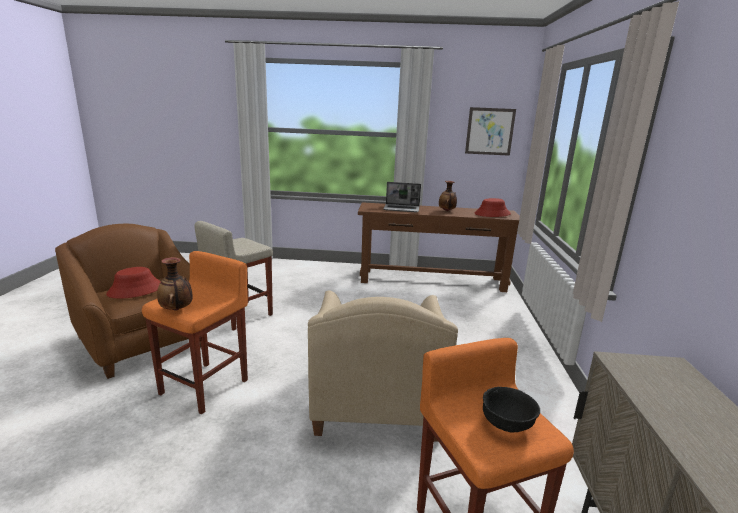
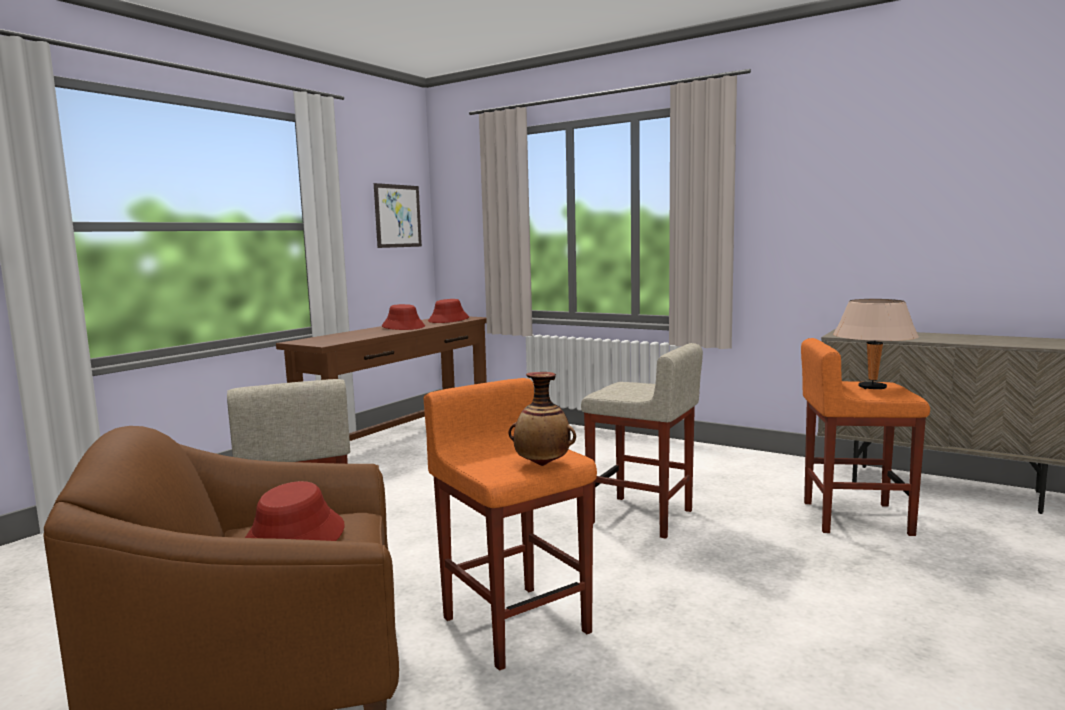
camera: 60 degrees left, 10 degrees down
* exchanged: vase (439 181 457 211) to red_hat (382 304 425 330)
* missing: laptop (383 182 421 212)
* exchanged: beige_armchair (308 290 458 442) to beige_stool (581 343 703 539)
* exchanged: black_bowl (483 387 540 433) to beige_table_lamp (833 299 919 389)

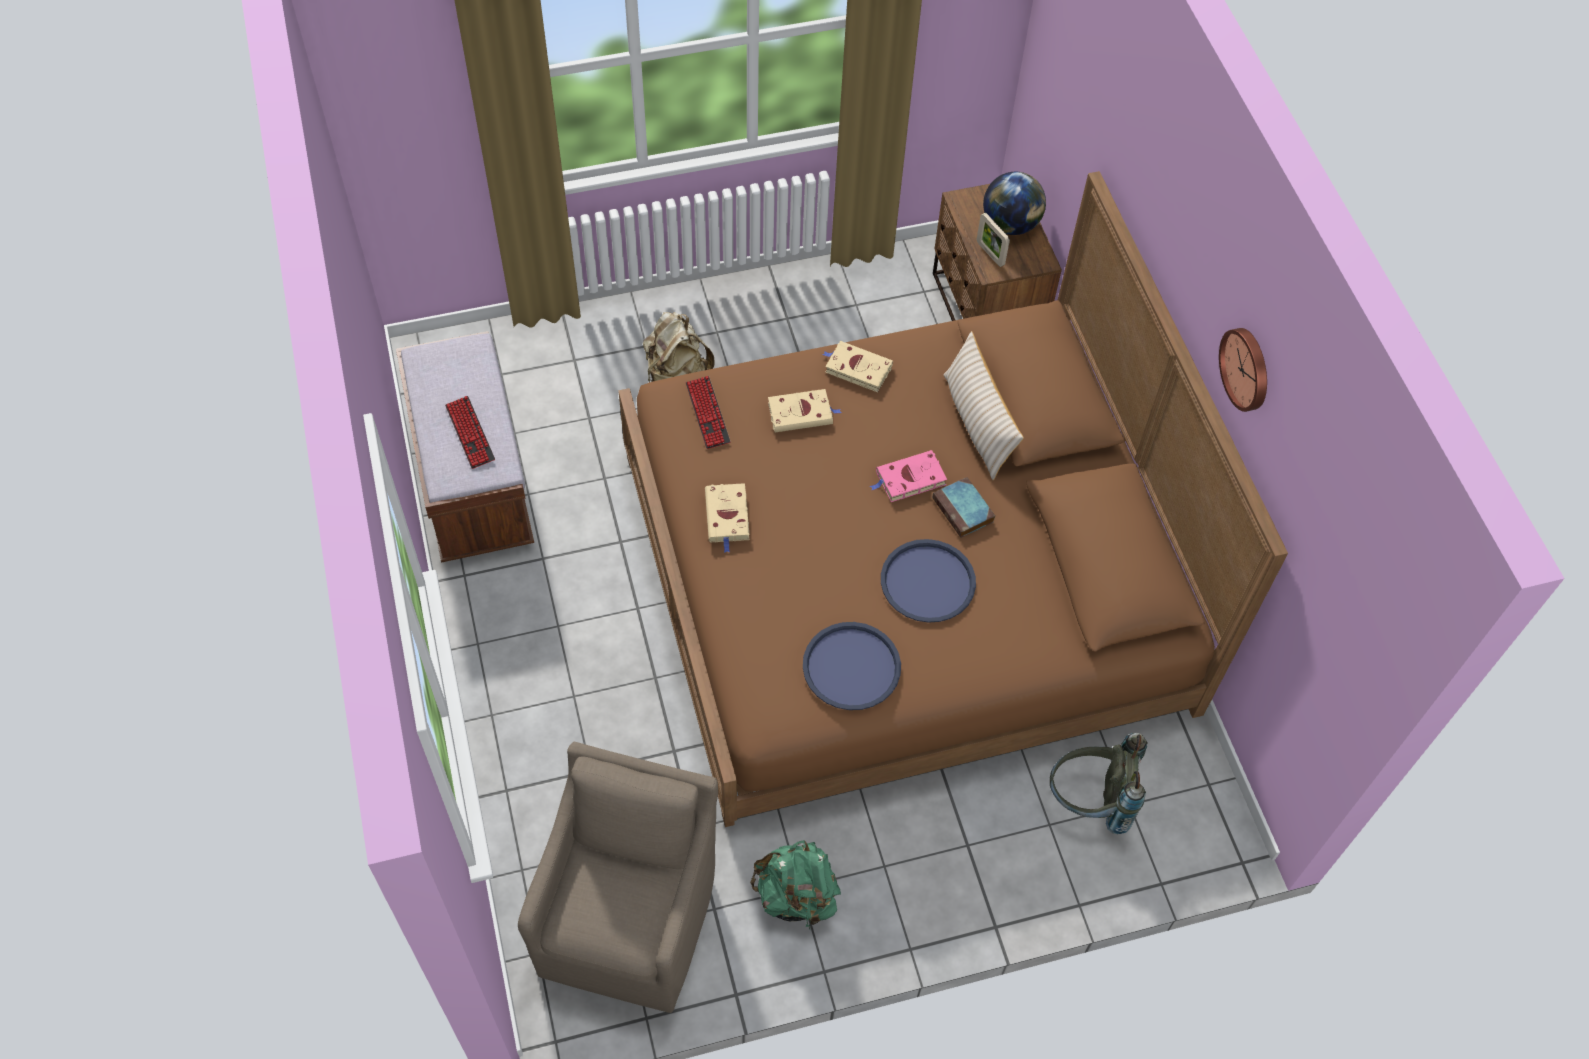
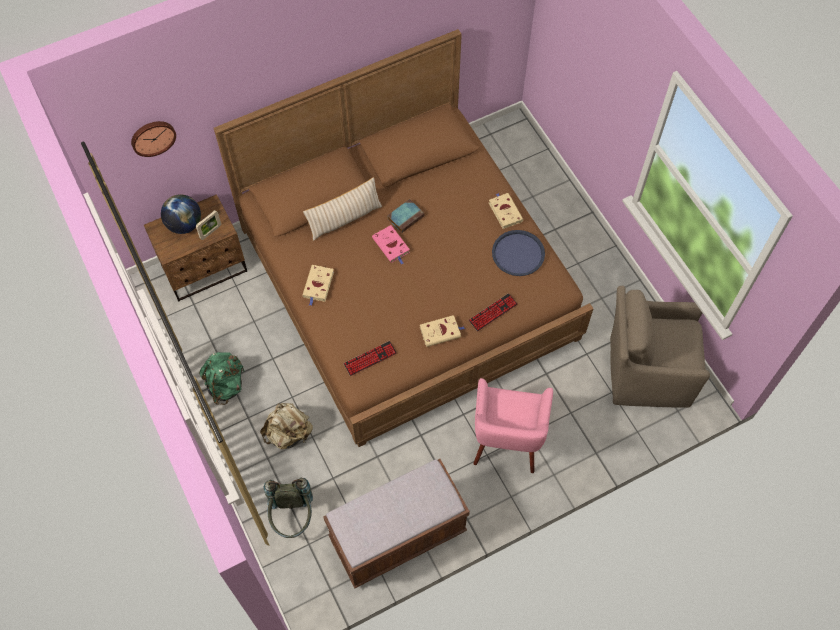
camera: 100 degrees left, 5 degrees up
* relocated: wall_clock (1219 328 1267 412) to (131 121 176 157)
* relocated: beige_book (768 389 841 432) to (489 193 523 229)
* relocated: keyboard (445 396 495 469) to (469 293 518 331)
* missing: blue_tray (881 539 976 623)
* relocated: grey_backpack (1050 733 1148 834) to (264 477 313 538)
* relocated: green_backpack (750 840 841 929) to (199 352 245 405)
* appeared: pink_armchair (474 378 553 473)

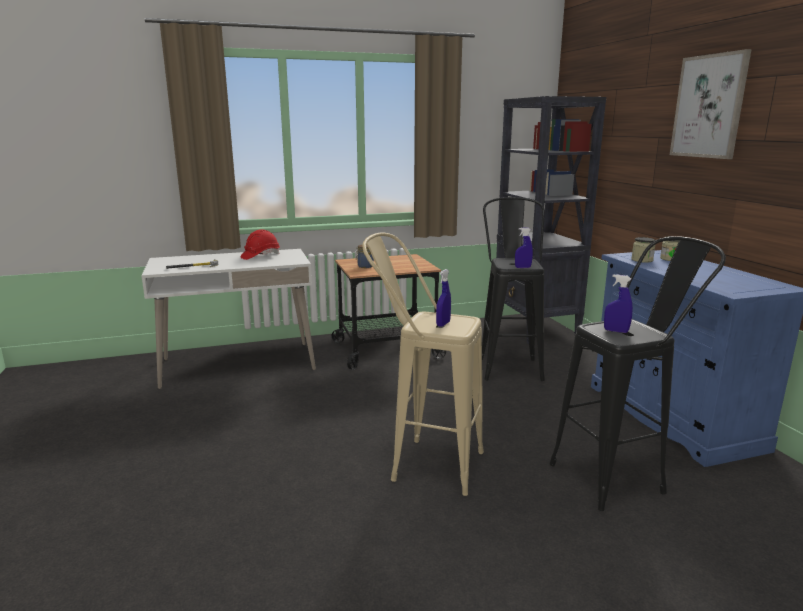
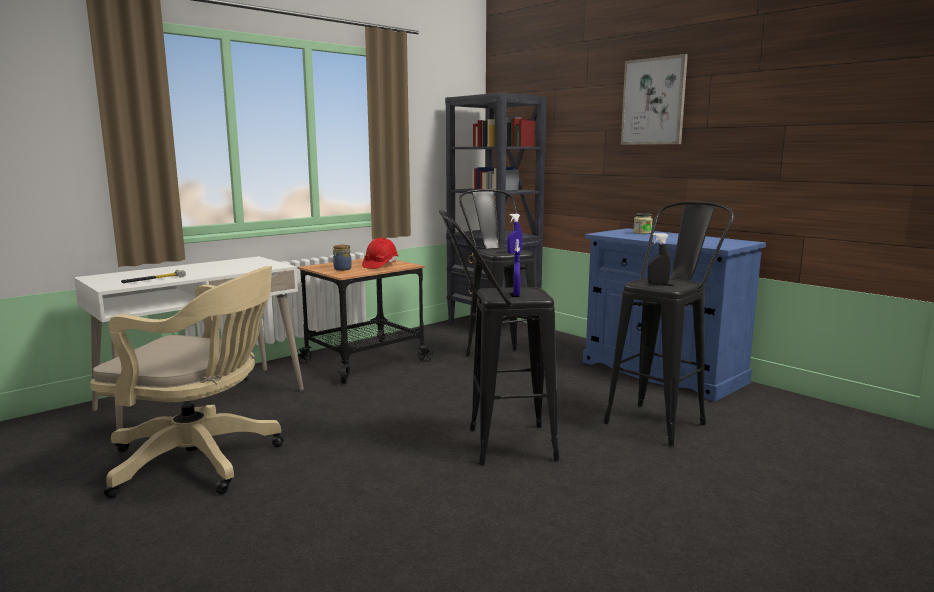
camera: 25 degrees left, 5 degrees down
* relocated: red_hard_hat (241 229 280 260) to (362 238 398 269)
* colour: beige_stool (362 233 484 496) to black_stool (439 210 559 465)
* missing: jar (631 237 655 263)
* colour: blue_spray_bottle (604 274 633 333) to black_spray_bottle (648 233 671 285)
* appeared: beige_office_chair (90 266 283 498)

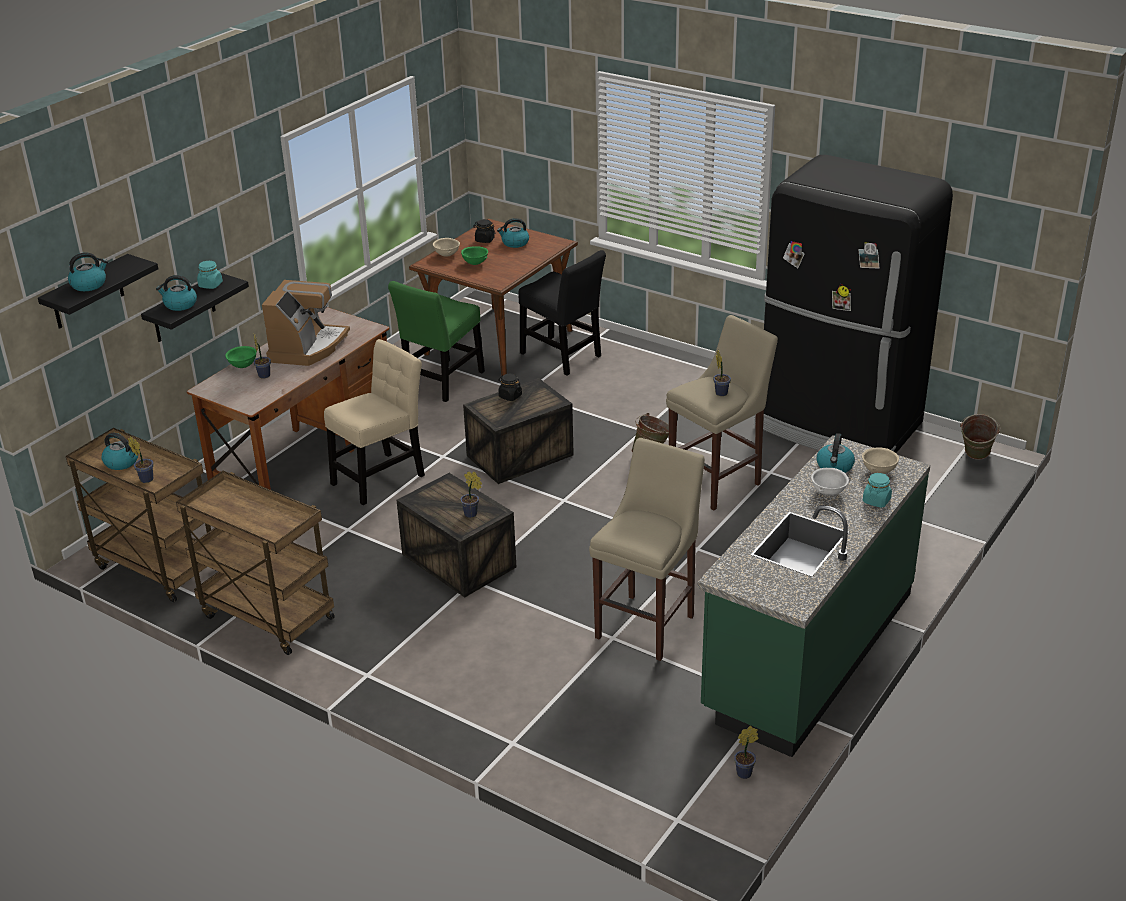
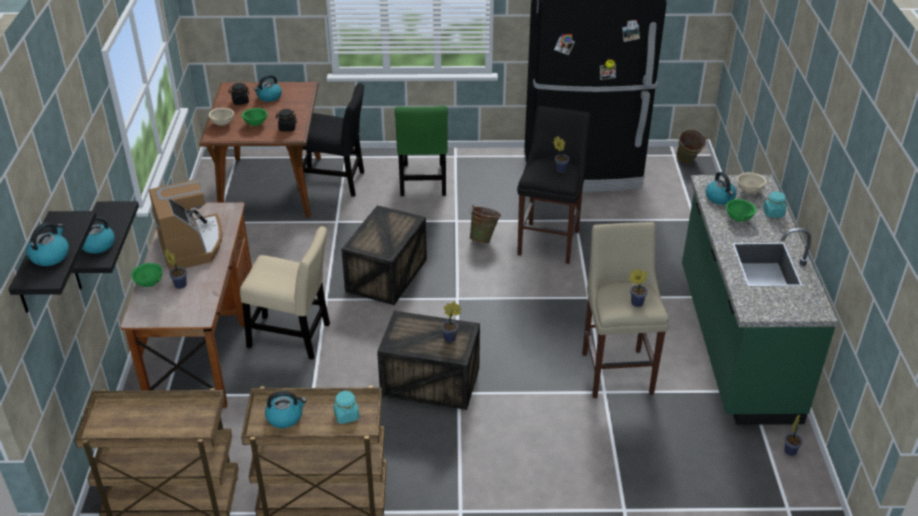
camera: 35 degrees left, 5 degrees up
* relocated: turquoise_jar (197 261 223 289) to (334 390 359 424)
* relocated: green_chair (388 281 485 402) to (395 106 448 196)
* colour: beige_stool (666 315 778 510) to black_stool (517 106 590 264)
* spun: beige_chair (324 339 425 505) = (240 226 330 360) 90 degrees clockwise
* relocated: black_jar (498 374 522 401) to (275 109 297 132)
* relocated: kettle (102 433 138 470) to (265 391 307 428)
* relocated: potted_plant (128 436 154 483) to (629 269 648 307)
* colour: white_bowl (811 468 849 496) to green_bowl (726 199 757 222)

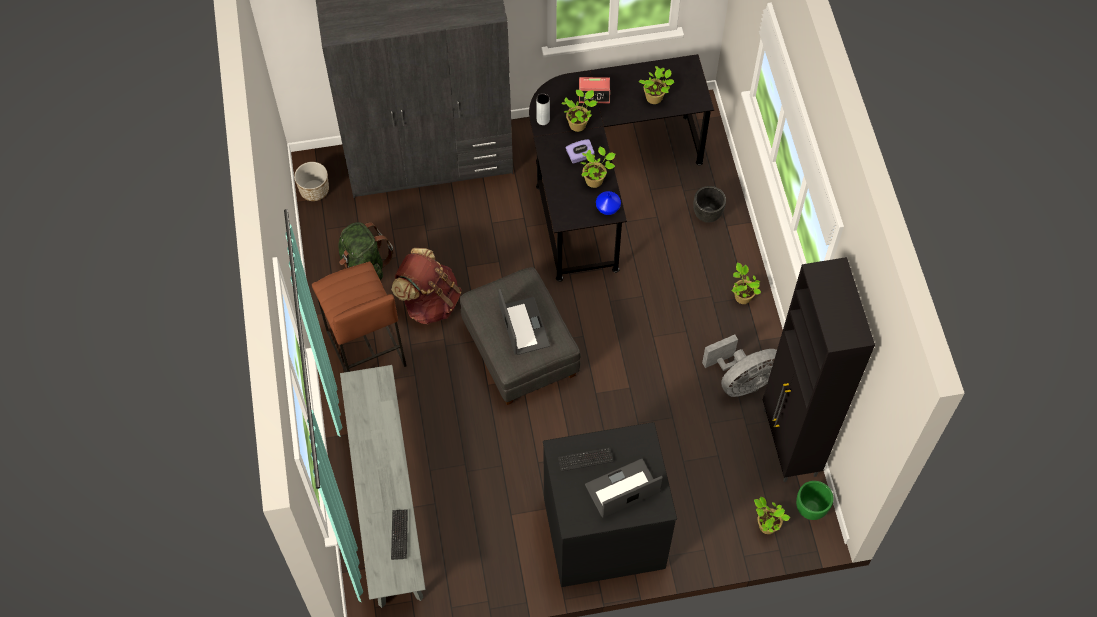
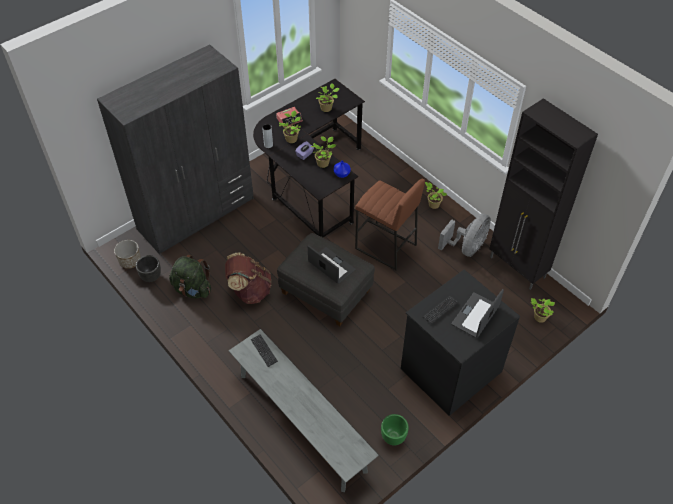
camera: 30 degrees left, 10 degrees down
* relocated: black_planter (693 186 726 222) to (136 255 161 282)
* relocated: brown_stool (312 262 406 372) to (355 179 425 270)
* relocated: green_planter (796 481 834 520) to (381 414 409 445)
* relocated: keyboard (391 509 408 560) to (251 334 278 367)

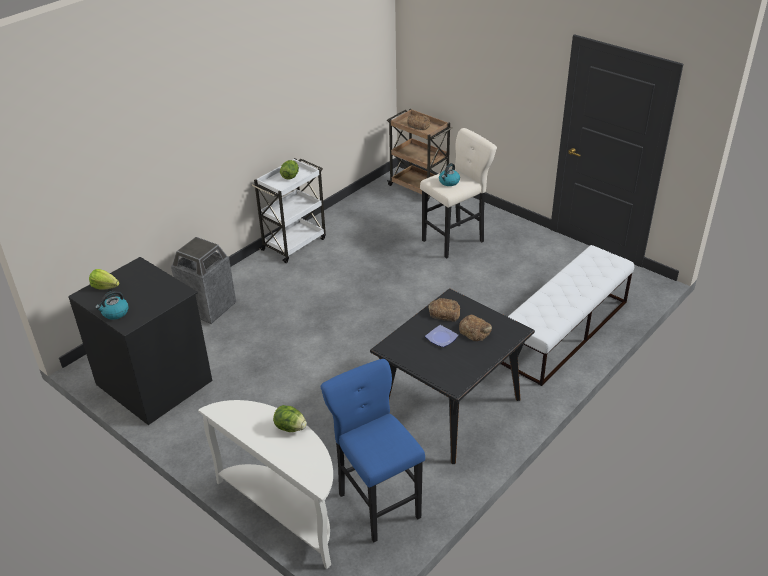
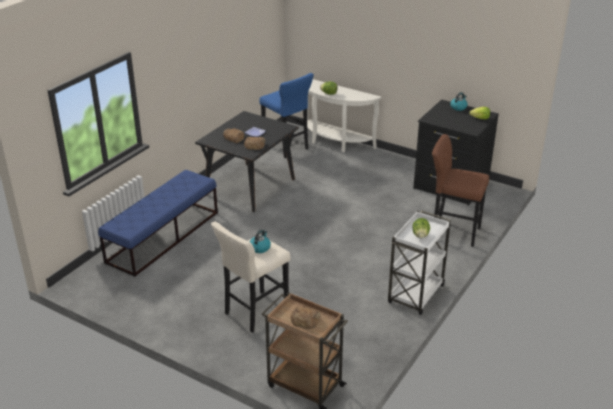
camera: 170 degrees right, 5 degrees down
* exchanged: trash_can (171 237 236 324) to brown_stool (432 134 489 247)
* colour: white_bench (501 245 634 386) to blue_bench (98 170 218 277)

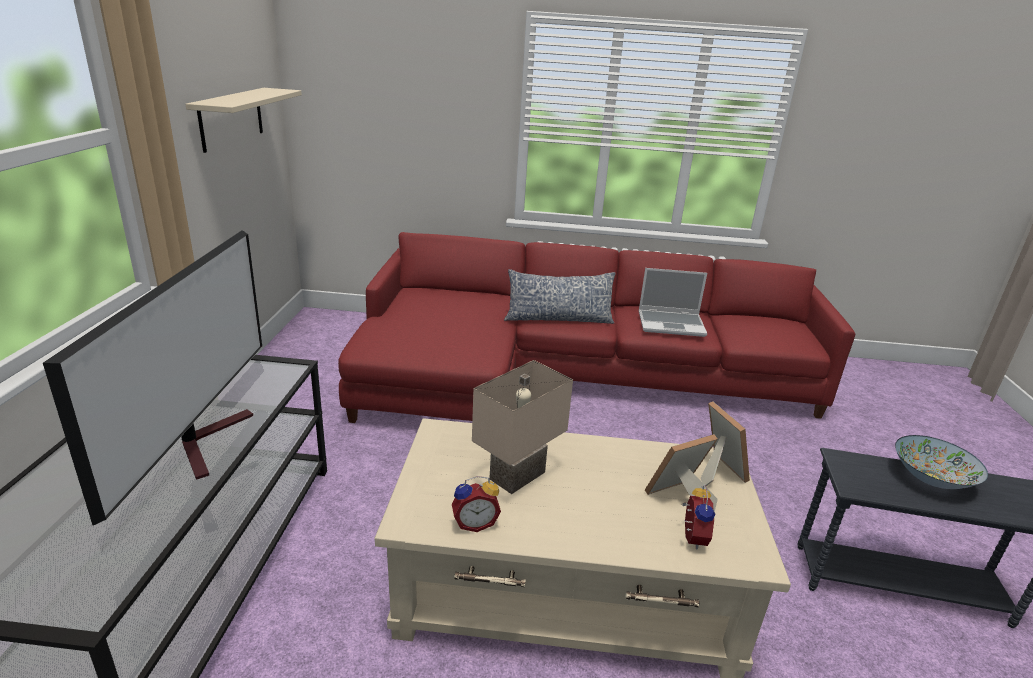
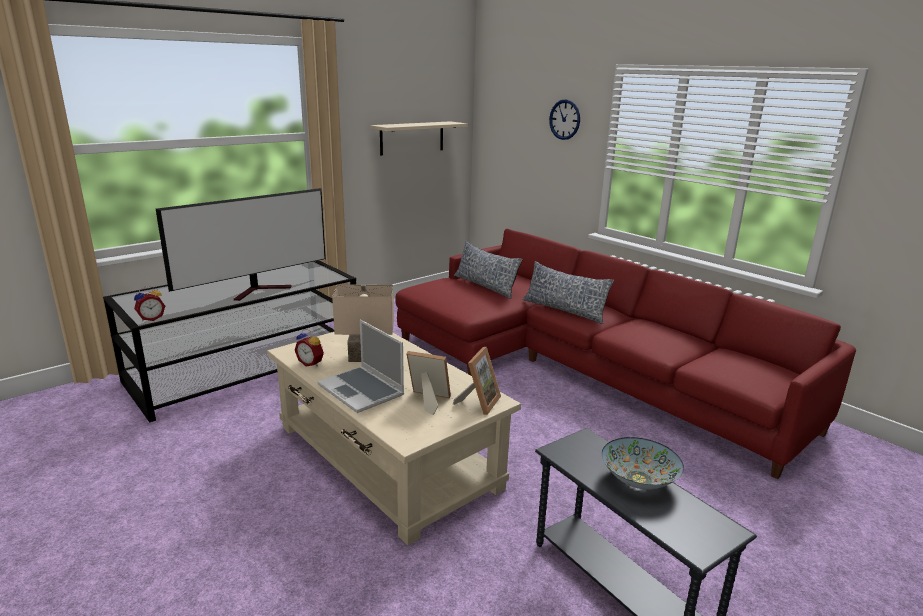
camera: 45 degrees right, 5 degrees down
* relocated: laptop (639 268 707 337) to (317 320 404 413)
* relocated: alarm_clock (682 484 715 549) to (134 286 165 321)
* appeared: wall_clock (549 99 580 140)
* appeared: pillow (454 241 523 299)

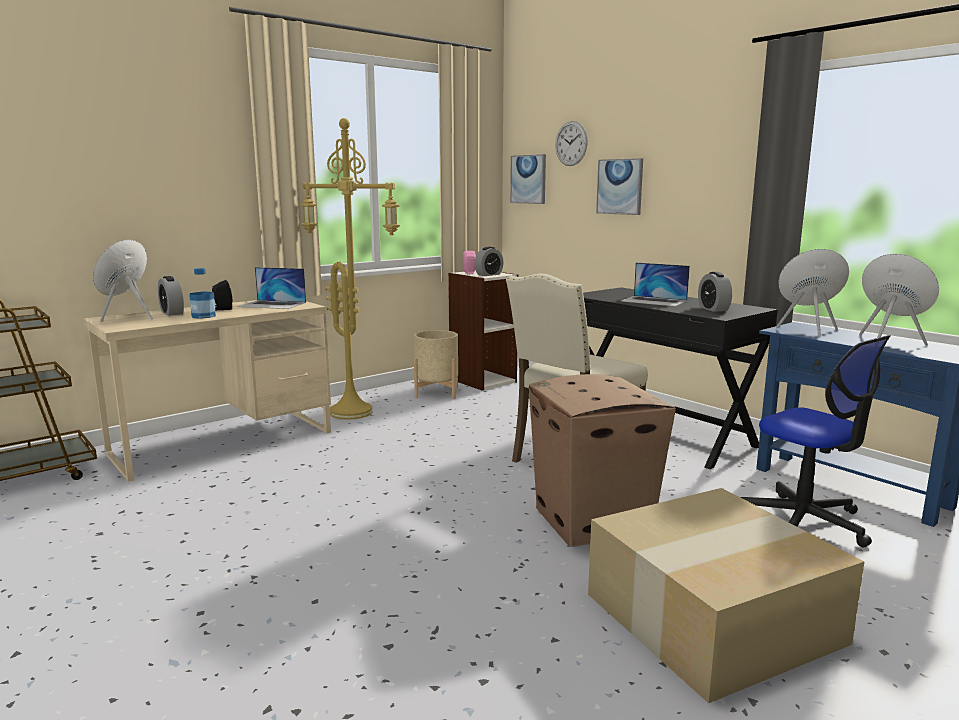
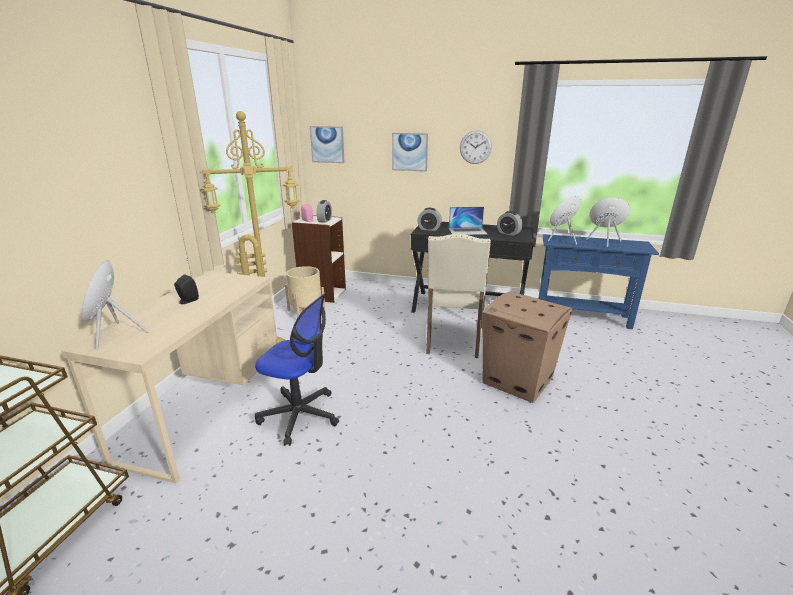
camera: 35 degrees left, 10 degrees up
* relocated: wall_clock (555 121 588 166) to (460 130 492 164)
* missing: laptop (238 267 306 309)
* missing: bottle (189 268 216 319)
* relocated: alarm_clock (158 276 184 316) to (417 208 442 231)
* relocated: office_chair (740 335 890 548) to (255 293 339 446)
* missing: cardboard_box (588 488 864 703)

